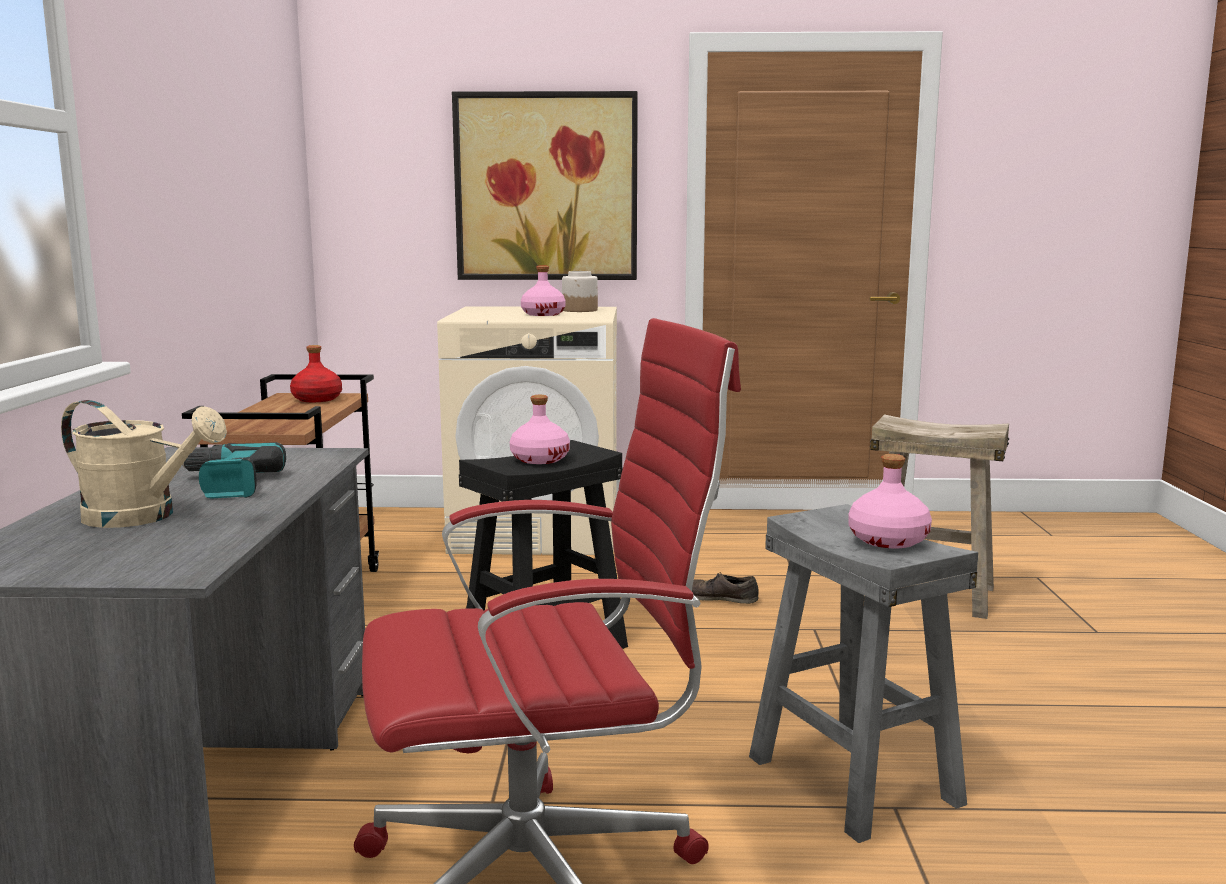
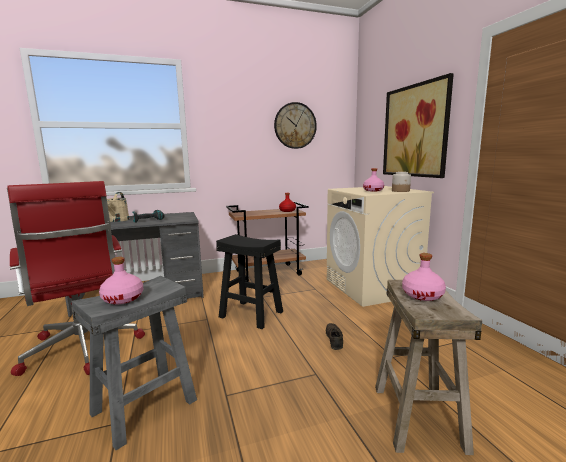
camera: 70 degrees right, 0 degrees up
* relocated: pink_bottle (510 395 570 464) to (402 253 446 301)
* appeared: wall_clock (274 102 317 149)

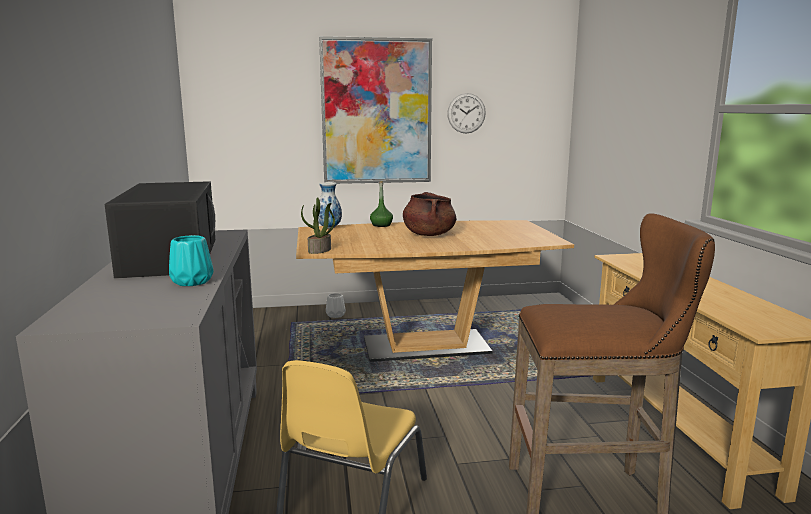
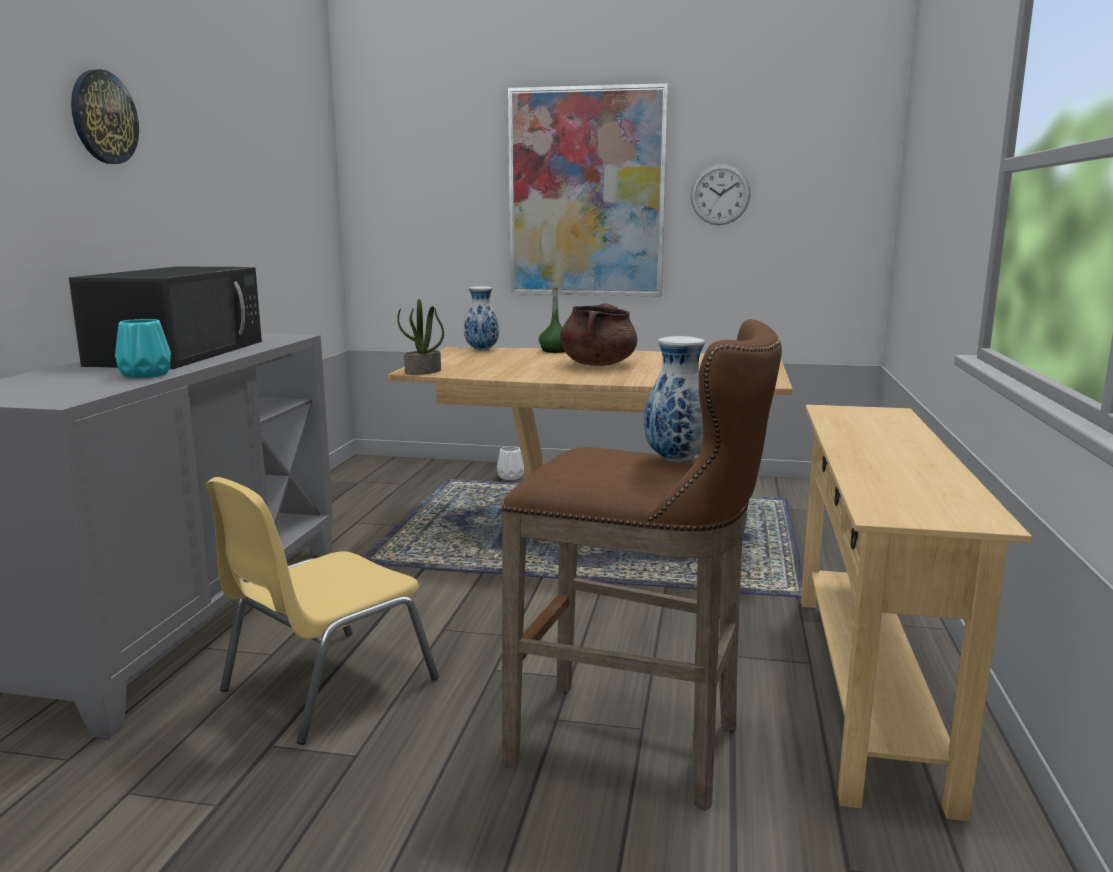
camera: 20 degrees right, 0 degrees up
* appeared: wall_clock (71 69 139 164)
* appeared: vase (644 336 705 462)

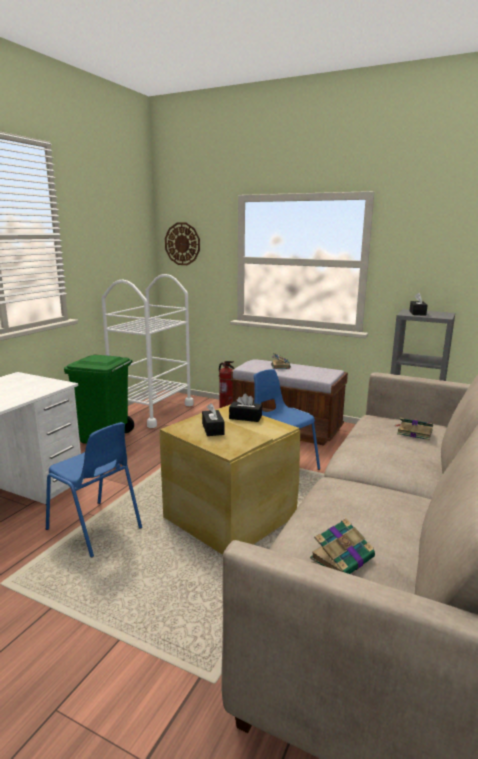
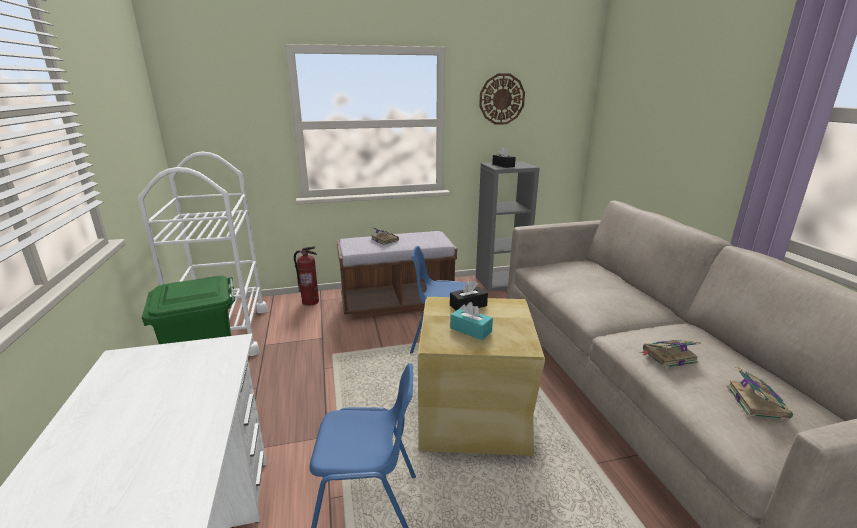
camera: 40 degrees left, 5 degrees up
* relocated: wall_clock (165 223 200 265) to (479 73 525 125)
* colour: black_tissue_box (202 403 225 436) to turquoise_tissue_box (450 302 493 340)
* relocated: book (396 417 433 440) to (640 339 701 368)

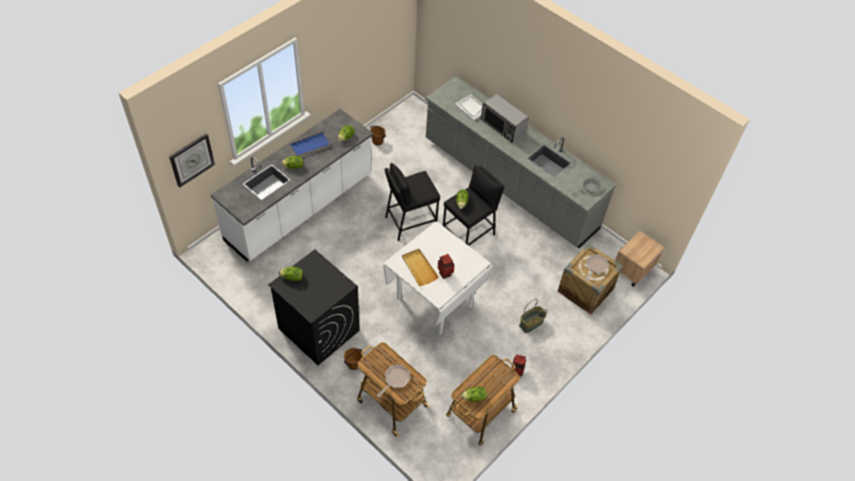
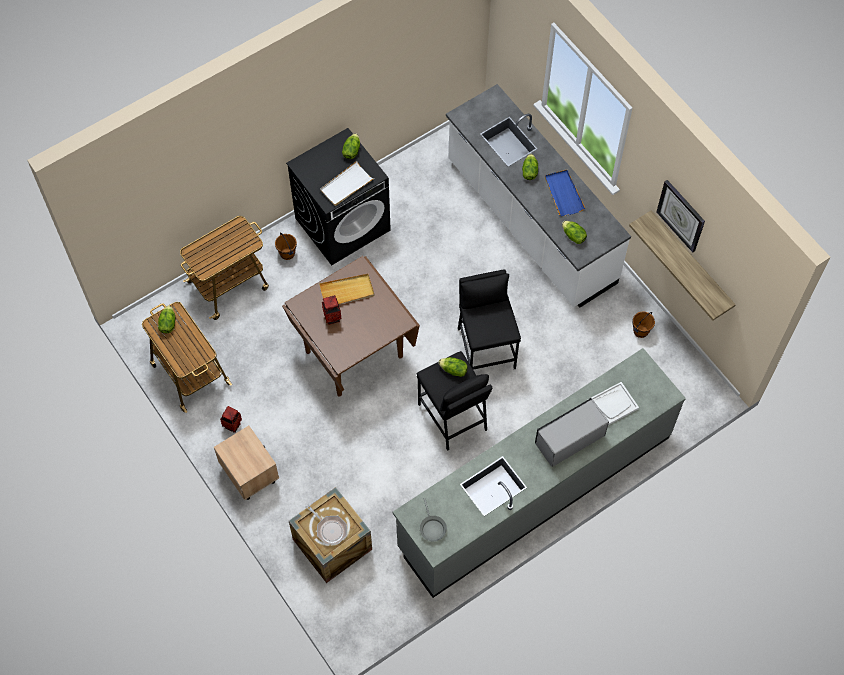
camera: 105 degrees right, 10 degrees up
* relocated: wall_clock (169 134 215 188) to (656 180 705 253)
* colour: white_dining_table (383 222 493 335) to brown_dining_table (282 256 420 397)
* relocated: beige_nightstand (615 231 664 287) to (214 426 279 500)
* missing: basket (519 299 547 333)
* missing: frying_pan (377 365 410 397)
* appeared: white_tray (320 161 373 206)
* appeared: shelf (629 210 736 321)

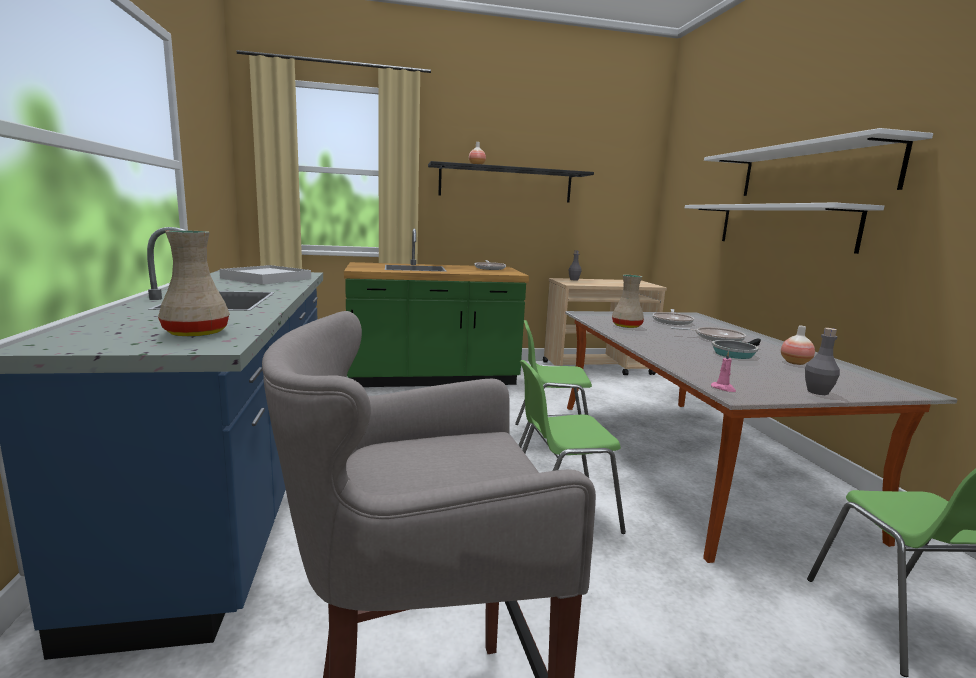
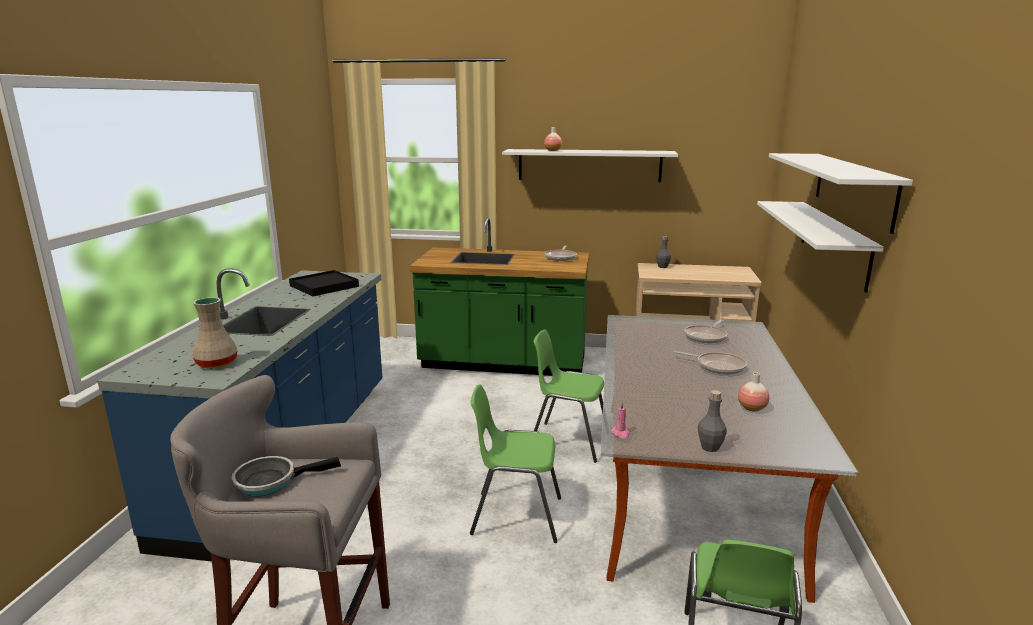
camera: 20 degrees right, 5 degrees up
* colour: black_shelf (428 161 594 203) to white_shelf (502 149 678 182)
* colour: white_tray (219 265 311 285) to black_tray (289 270 359 296)
* missing: beige_vase (612 275 644 328)
* relocated: frying_pan (712 338 761 359) to (231 456 341 496)

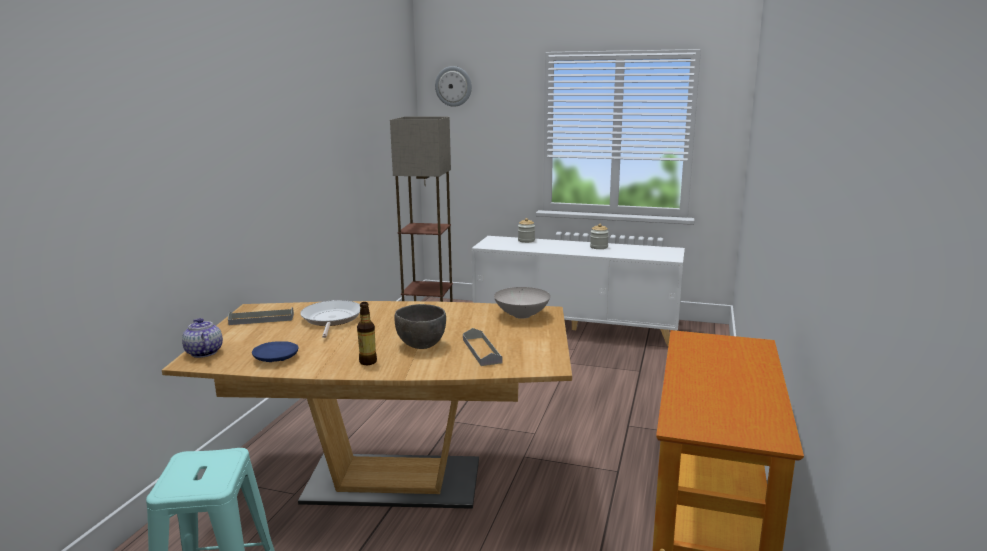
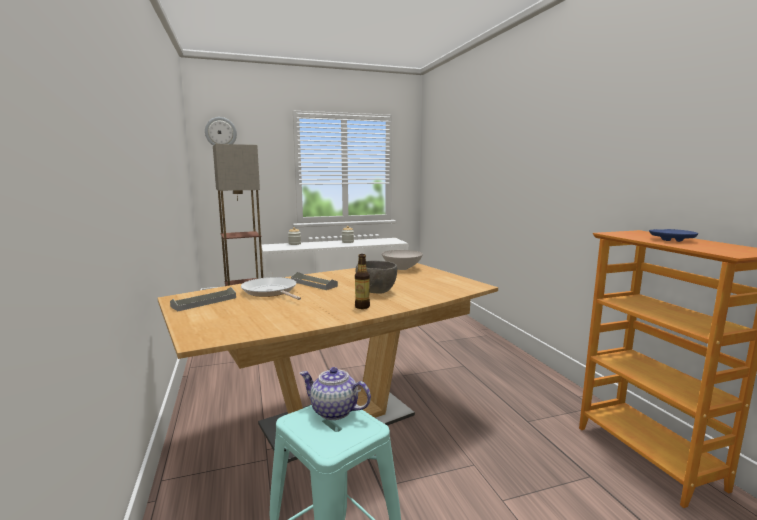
camera: 35 degrees left, 5 degrees down
* relocated: teapot (182 318 223 358) to (300 367 371 420)
* relocated: grey_tray (463 328 502 366) to (291 272 338 290)
* relocated: blue_plate (252 341 299 362) to (649 229 698 242)

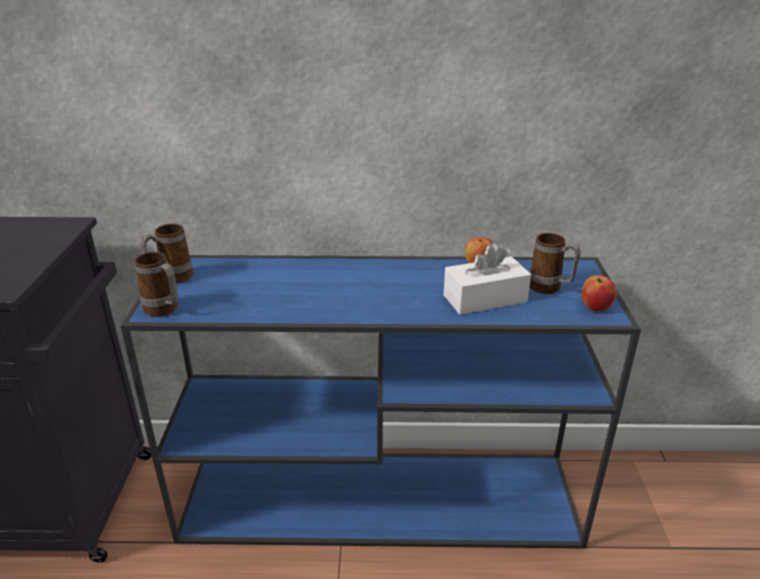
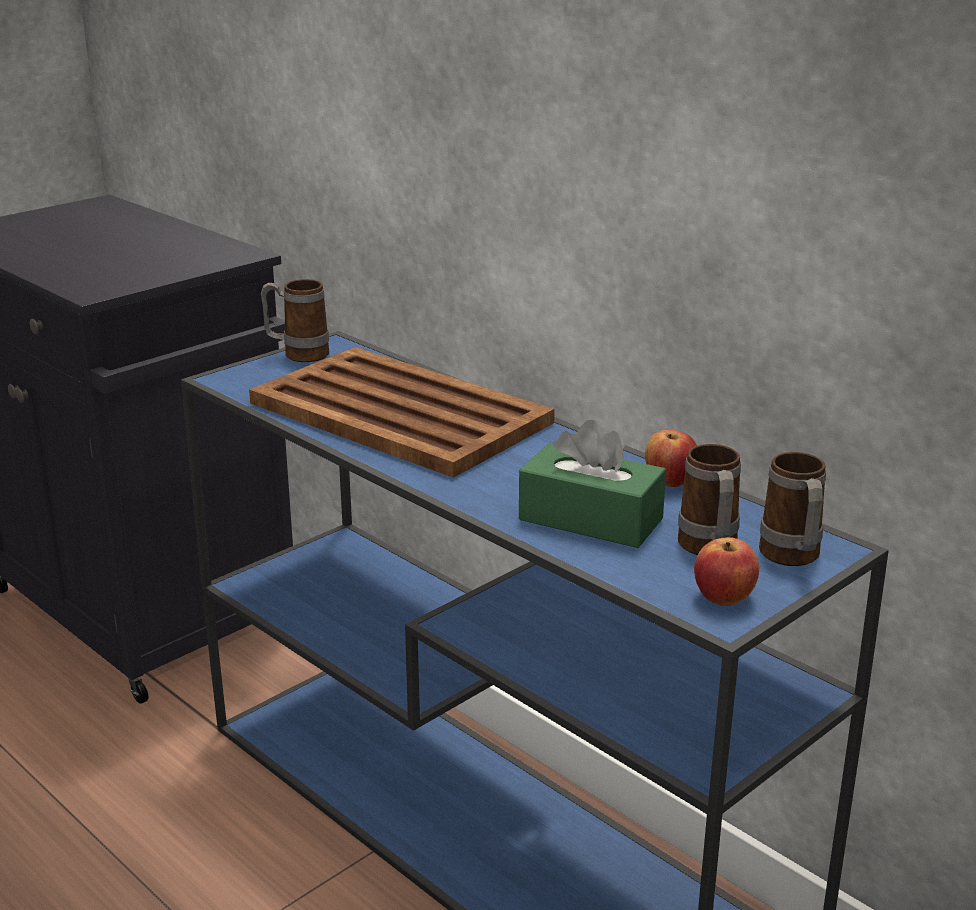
camera: 45 degrees right, 5 degrees down
* colour: white_tissue_box (444 243 531 315) to green_tissue_box (519 420 666 548)
* relocated: mug (135 252 179 316) to (759 452 826 566)
* appeared: brown_tray (249 347 555 478)

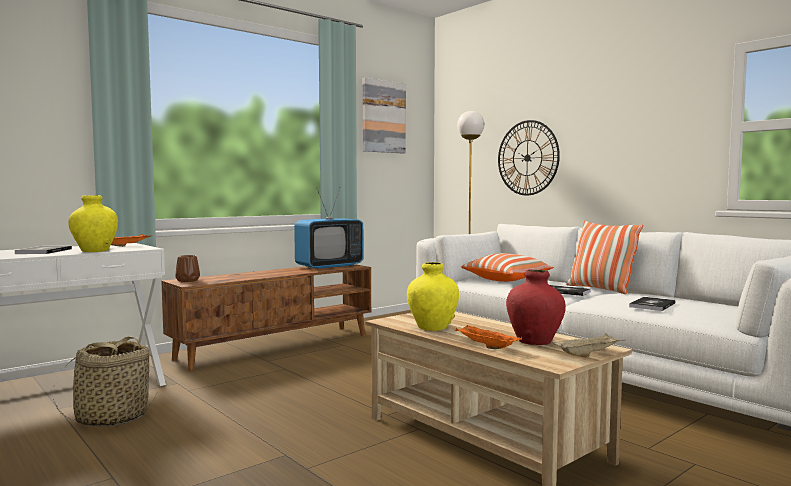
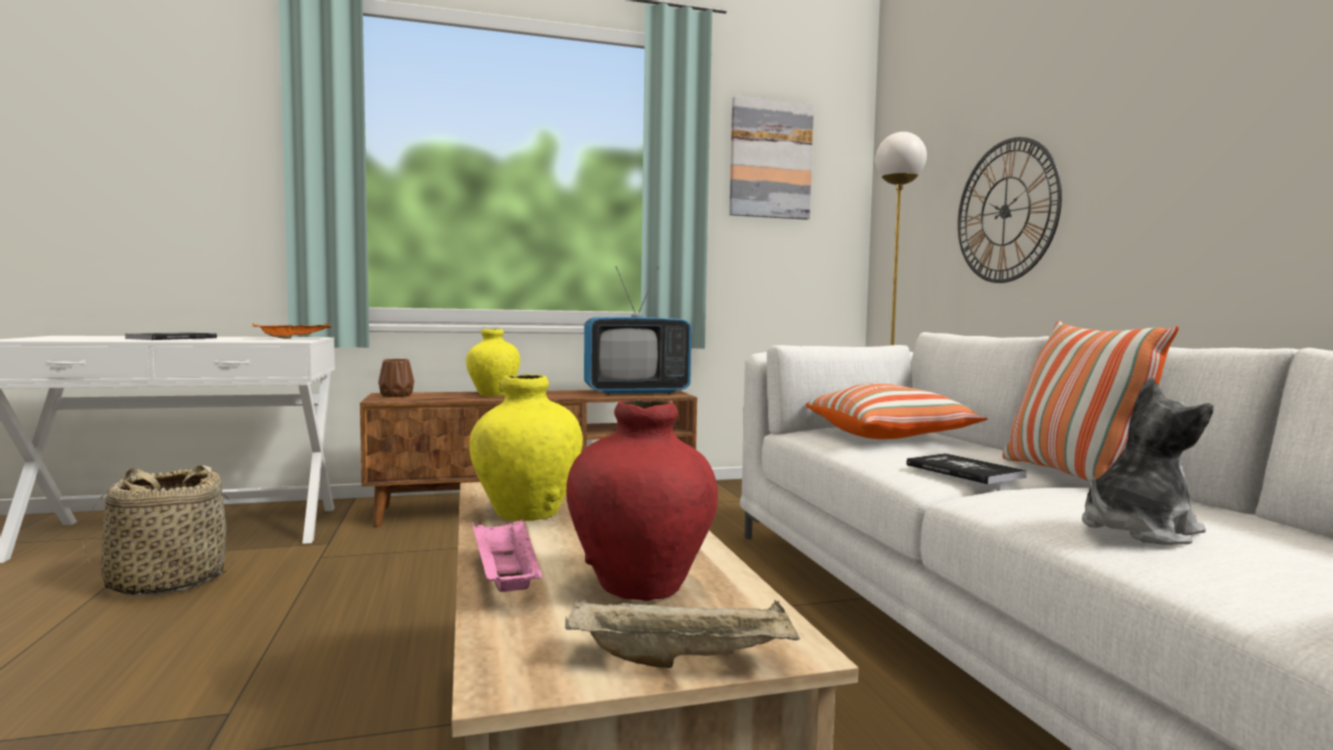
camera: 25 degrees right, 0 degrees up
* relocated: yellow_vase (68 195 118 252) to (466 329 520 396)
* exchanged: book (629 297 676 311) to plush_toy (1082 377 1213 545)
* colour: orange_tray (455 325 522 349) to pink_tray (472 517 542 592)

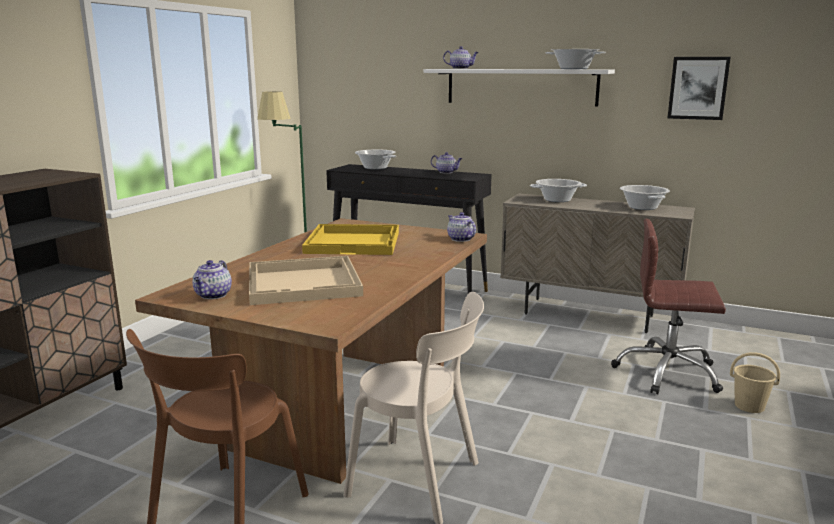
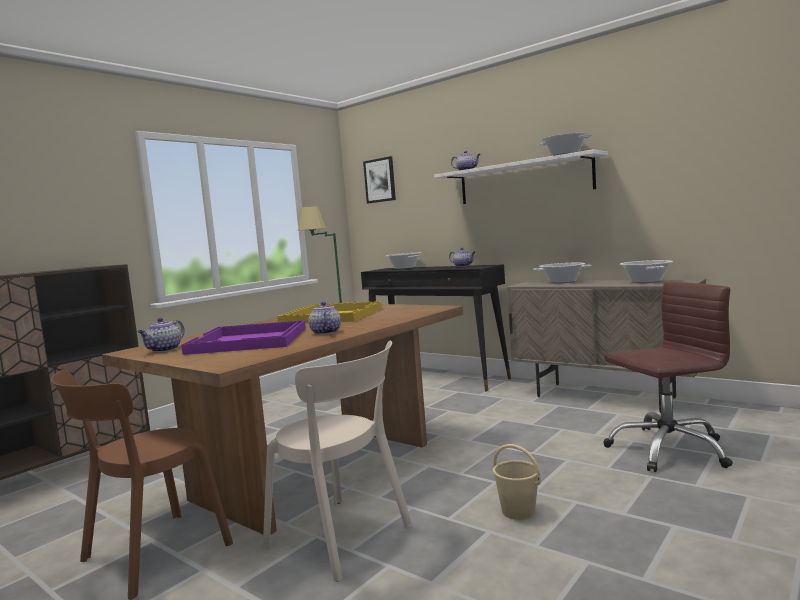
camera: 15 degrees right, 10 degrees down
* relocated: picture (668 57 731 120) to (363 156 396 204)
* relocated: teapot (447 212 476 242) to (308 302 341 335)
* spun: brown_office_chair (611 219 726 395) = (603 282 733 472) 135 degrees clockwise
* colour: beige_tray (249 256 363 305) to purple_tray (181 320 306 355)
* relocated: beige_bucket (730 352 780 413) to (493 444 541 520)

